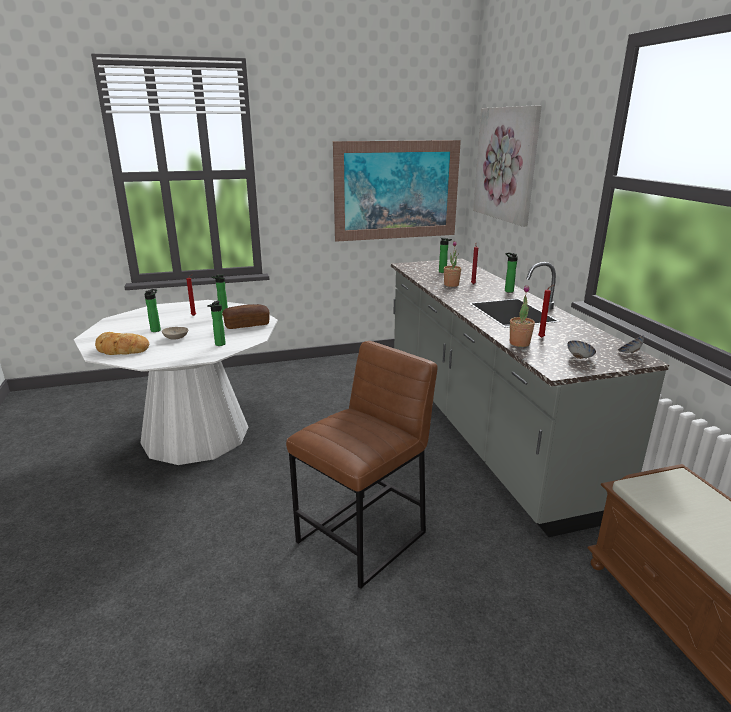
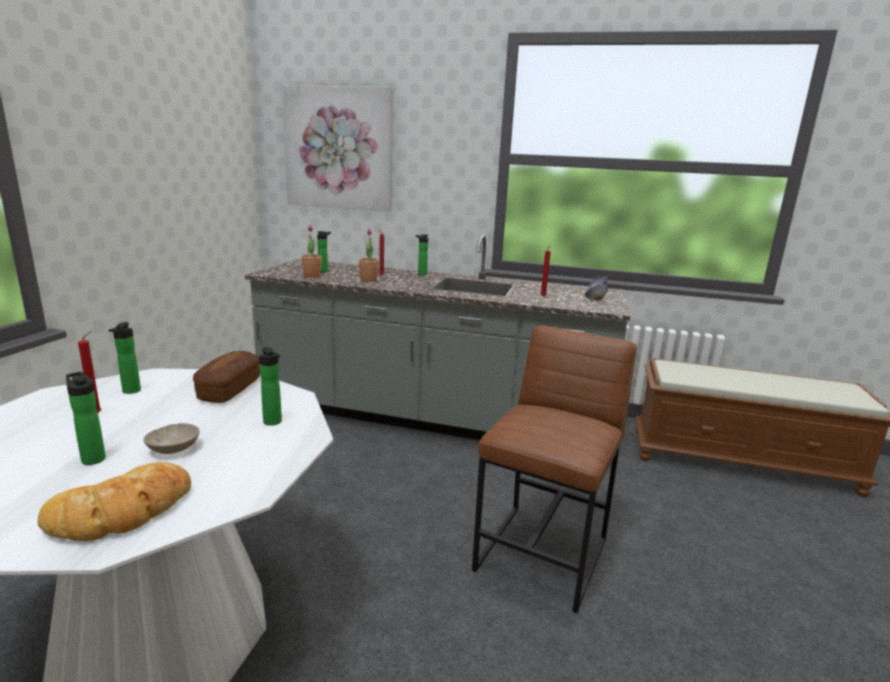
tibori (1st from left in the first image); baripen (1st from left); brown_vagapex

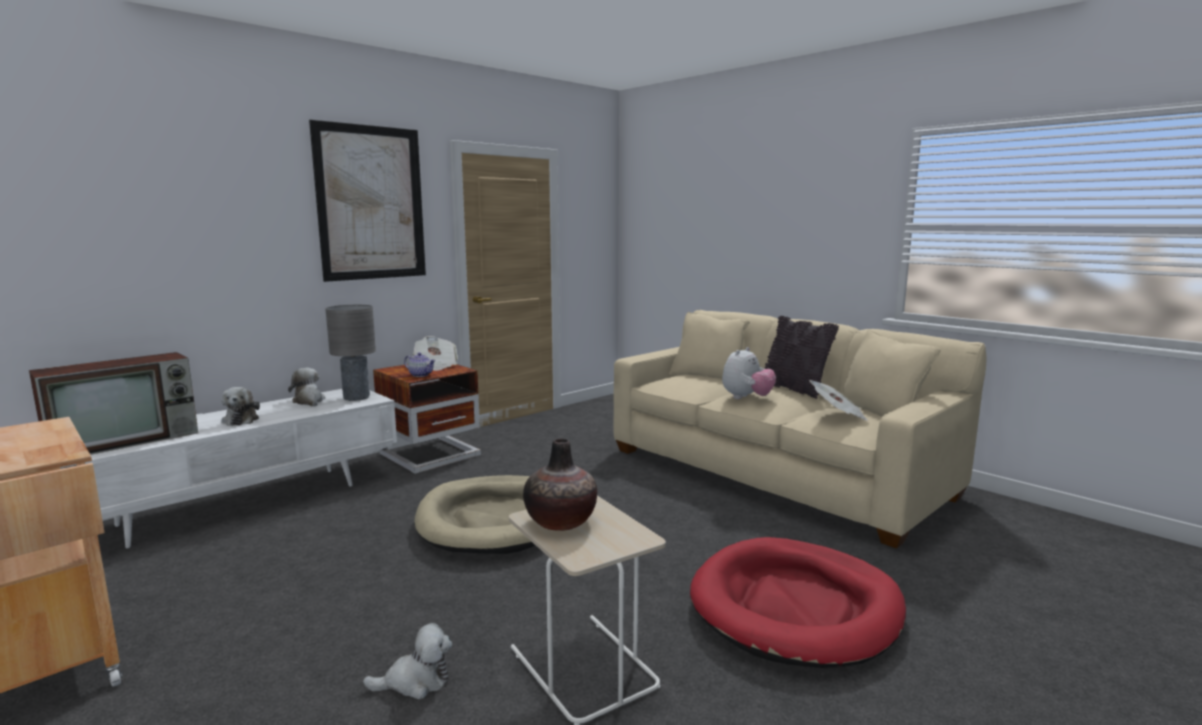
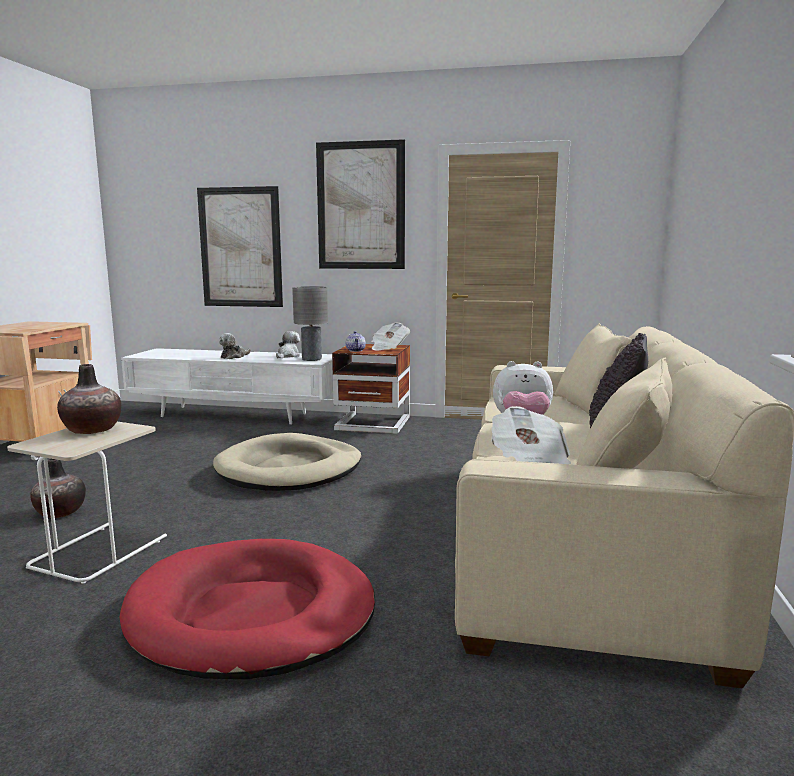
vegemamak; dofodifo (1st from left); tibori (1st from left)

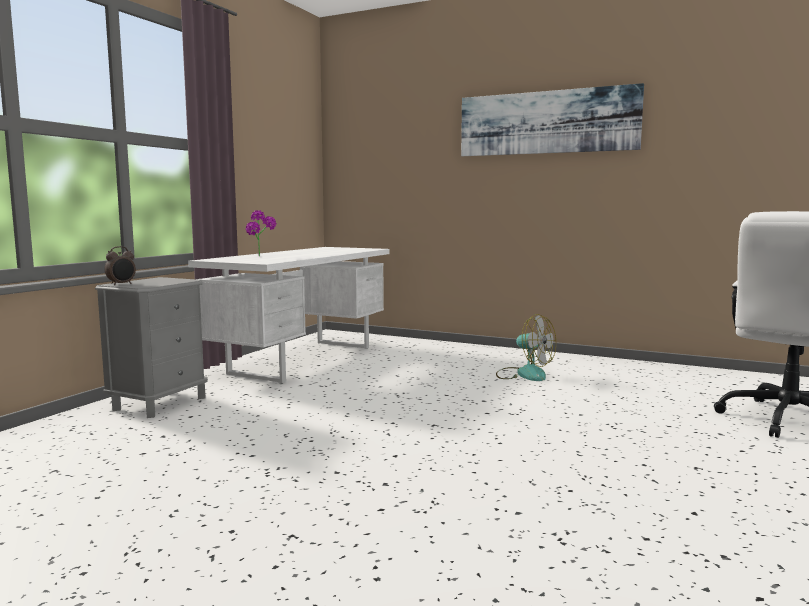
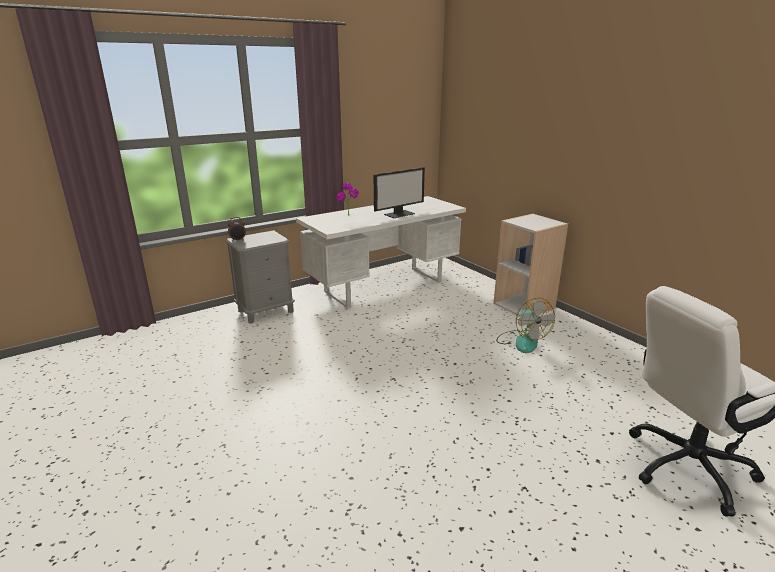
tibori; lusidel; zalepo

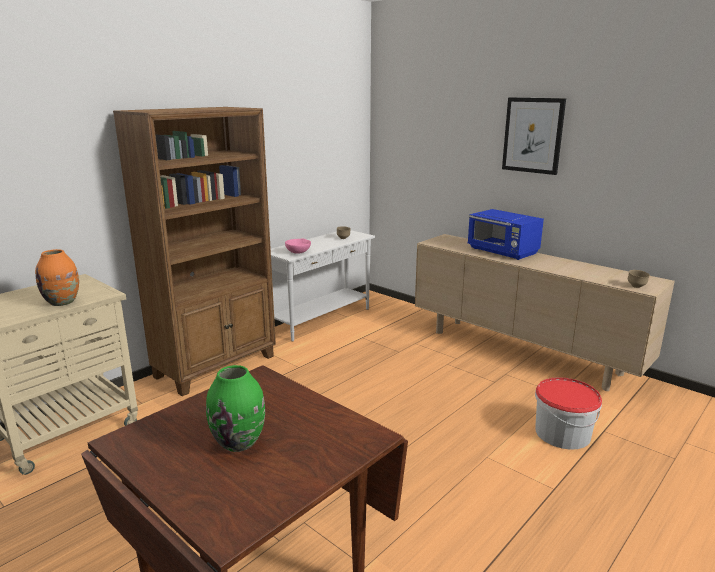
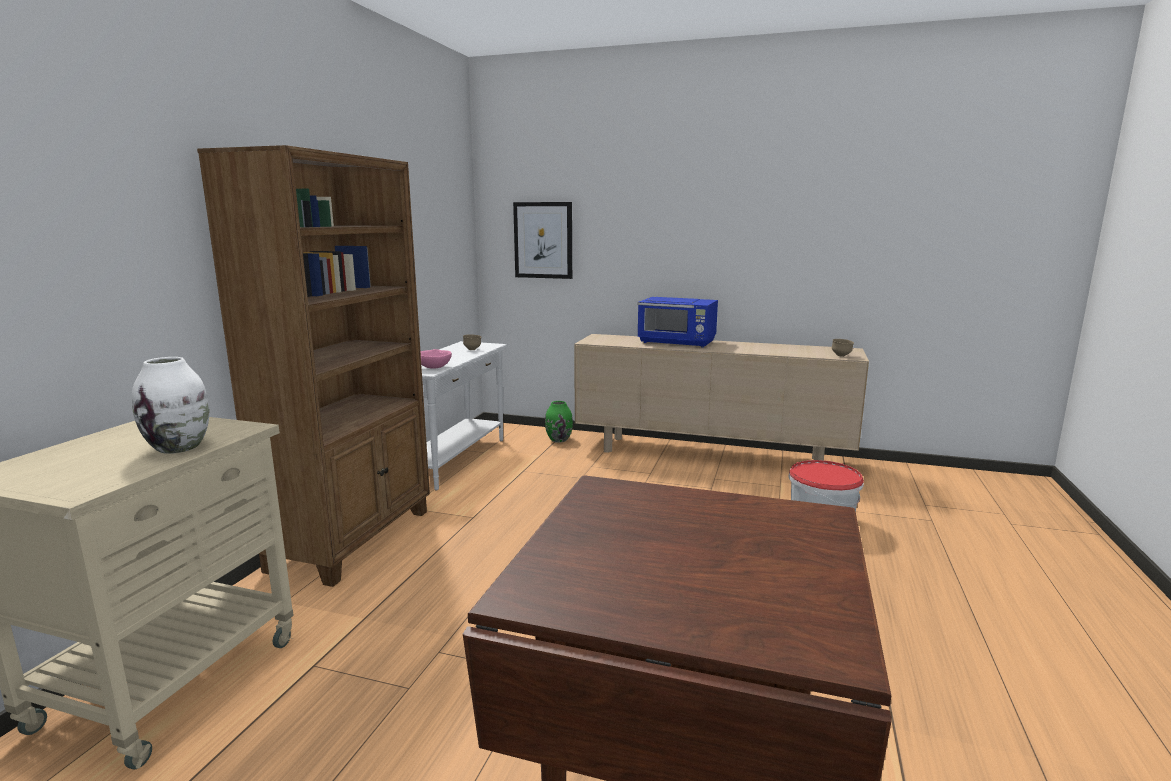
tibori; white_dofodifo; green_dofodifo

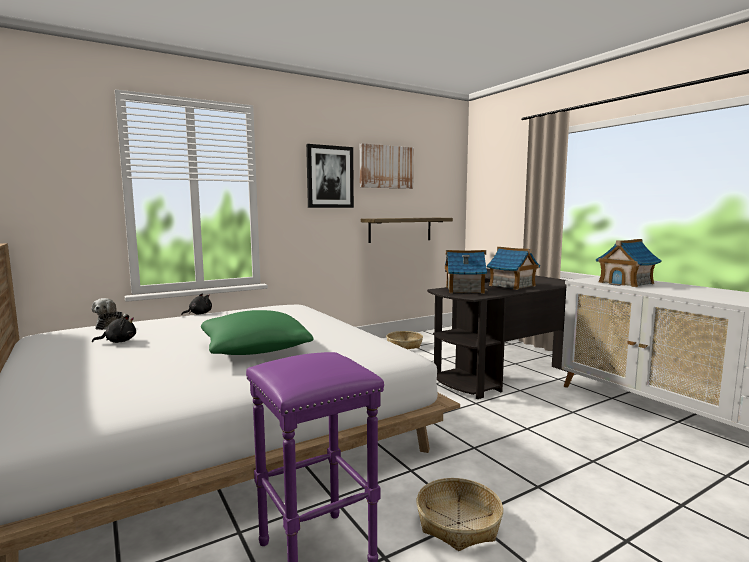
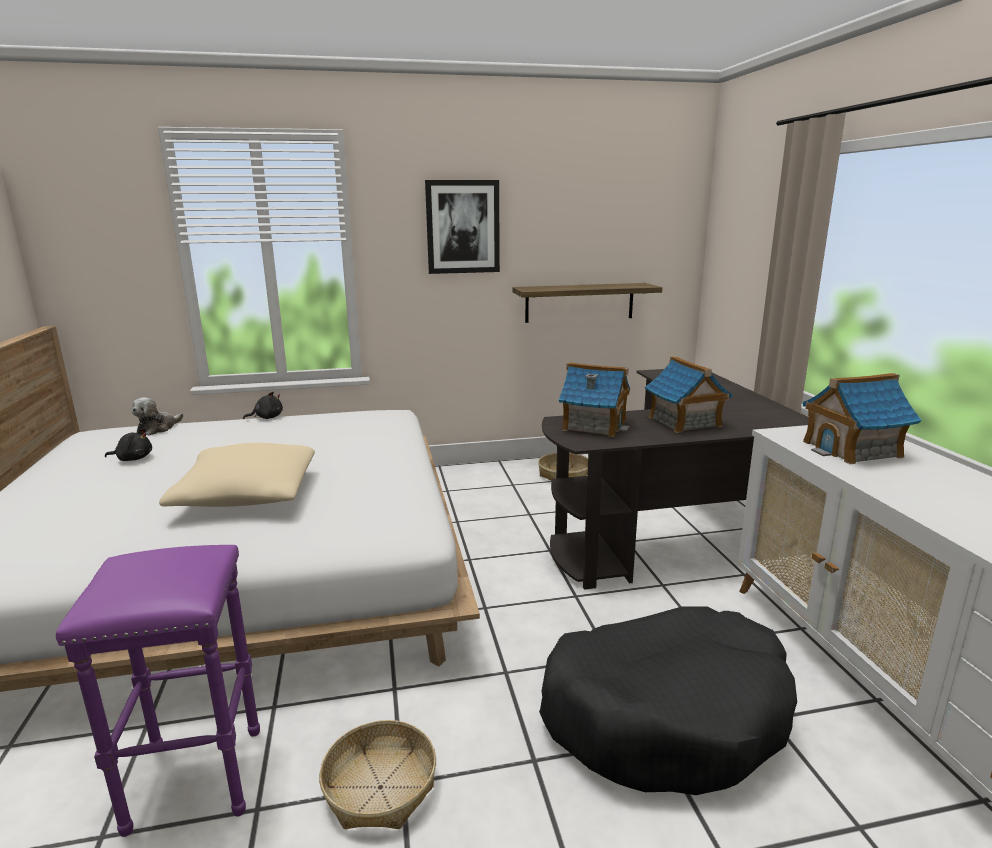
tibori (2nd from left in the first image); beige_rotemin; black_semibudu

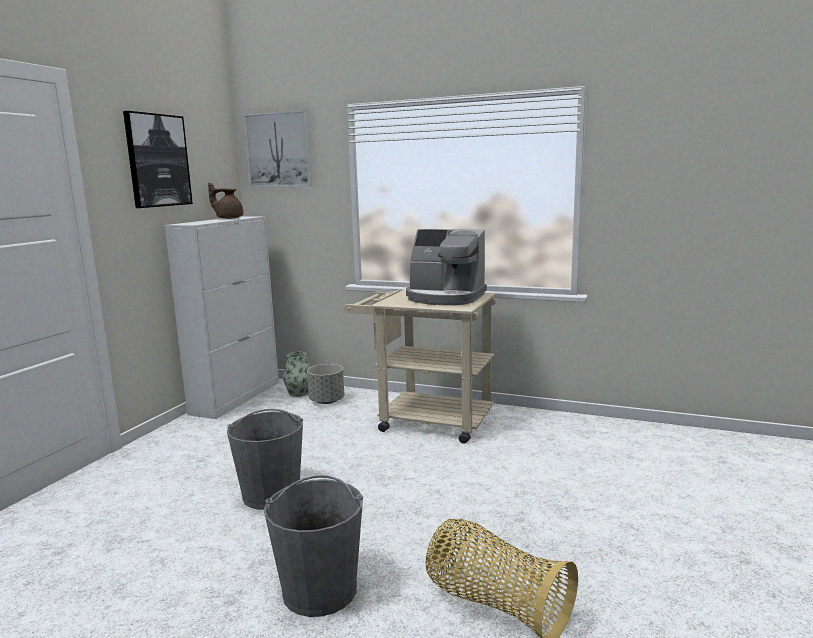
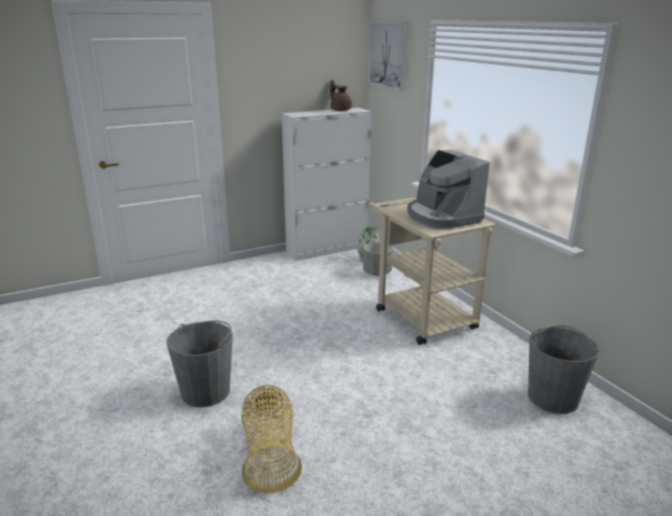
tibori (1st from left in the first image); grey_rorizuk (2nd from left)

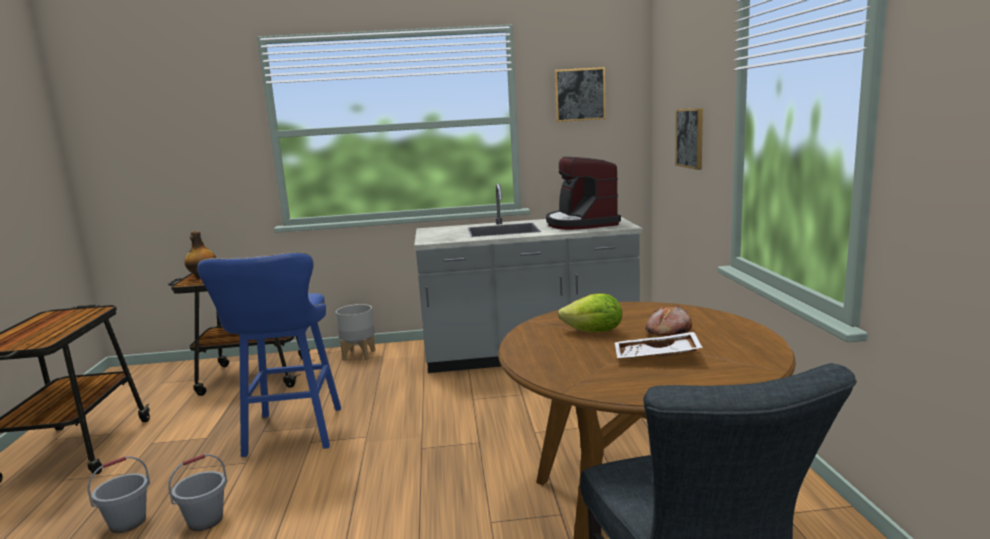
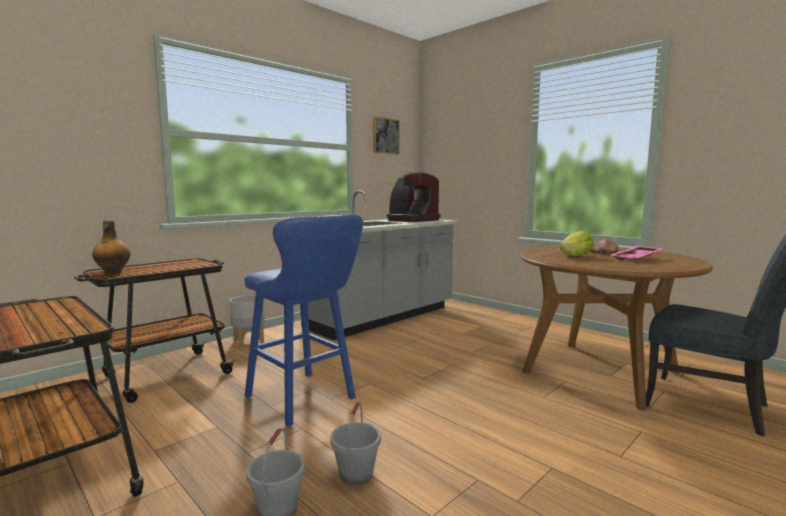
tibori (2nd from left in the first image); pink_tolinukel

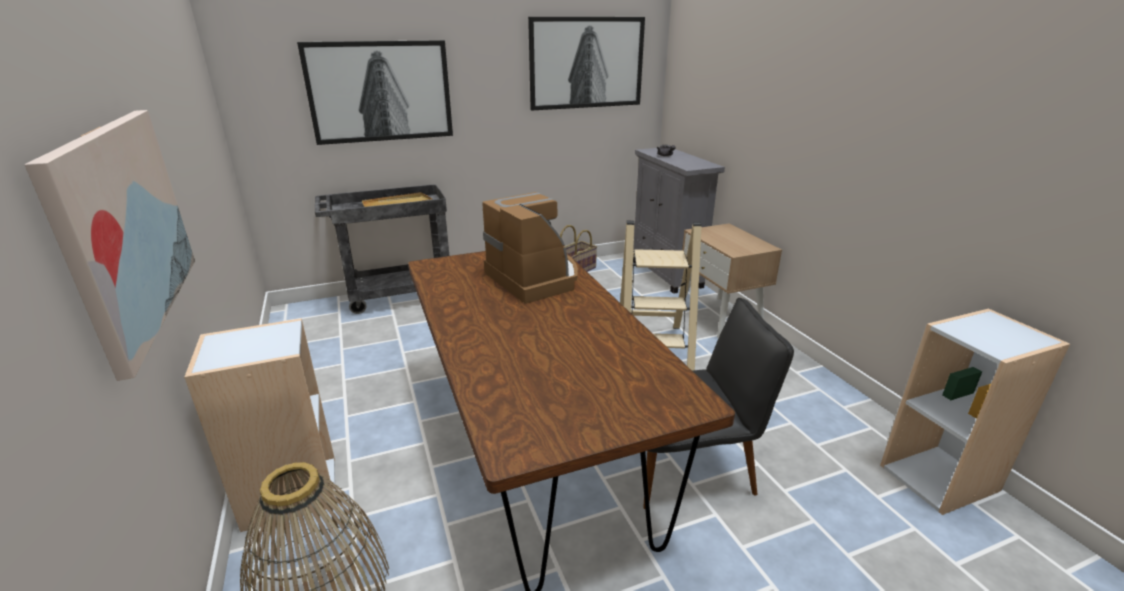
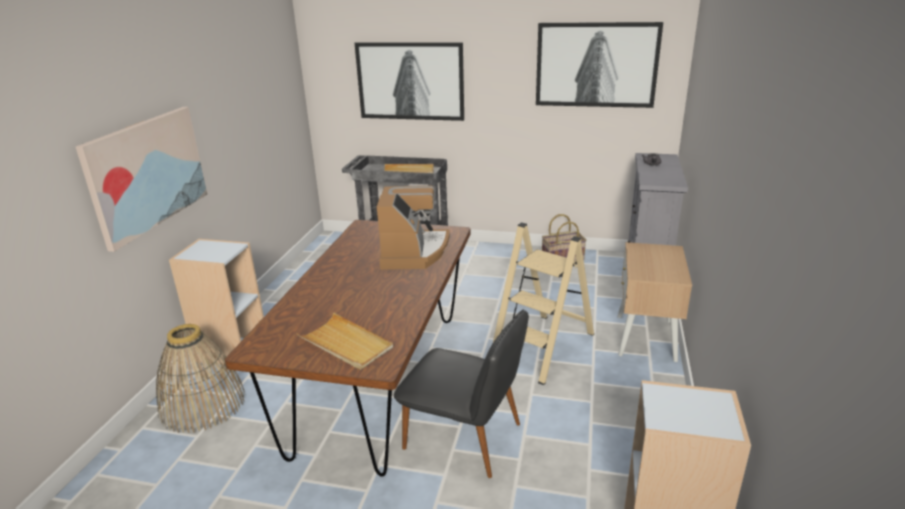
beige_tolinukel (1st from left)

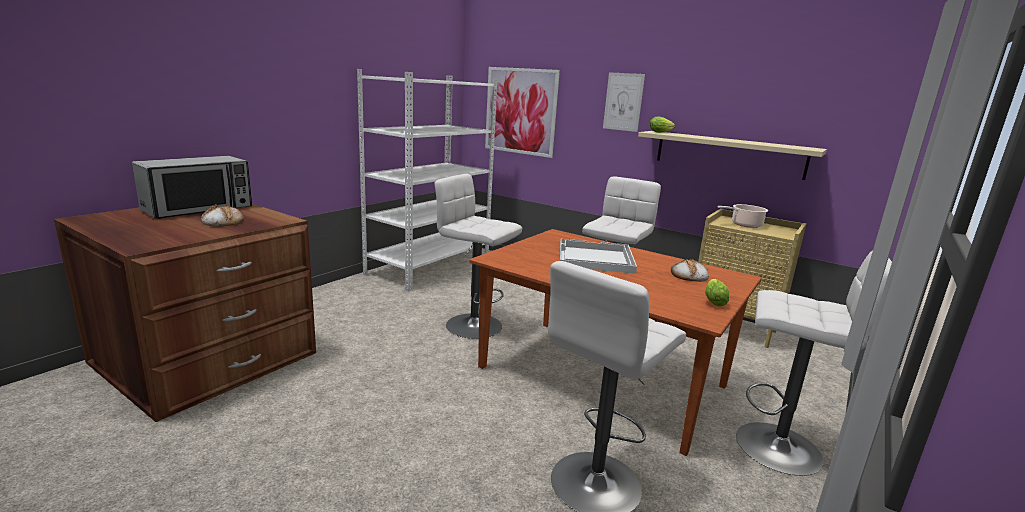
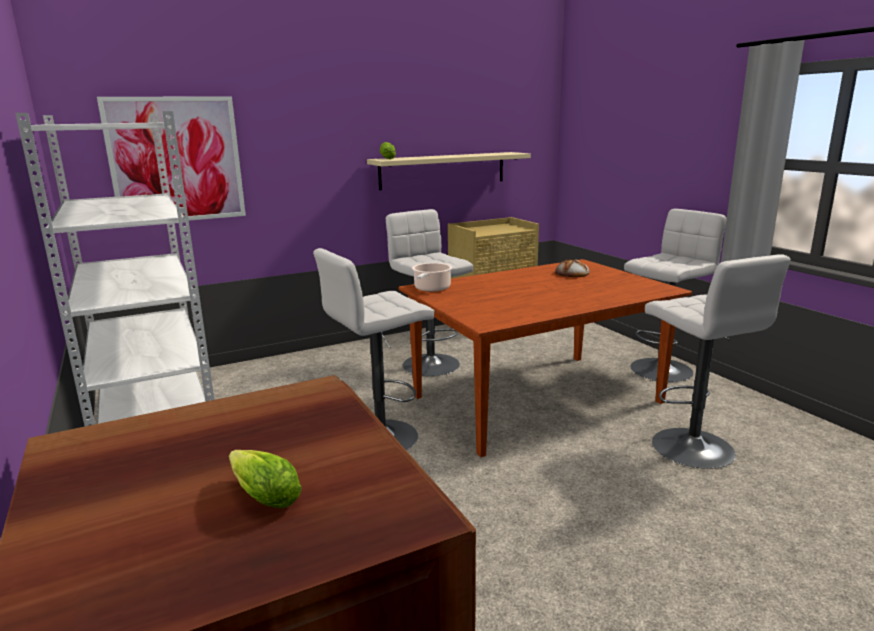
tibori (2nd from left in the first image); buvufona; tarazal (1st from left in the first image); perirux; white_tolinukel; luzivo (1st from left)

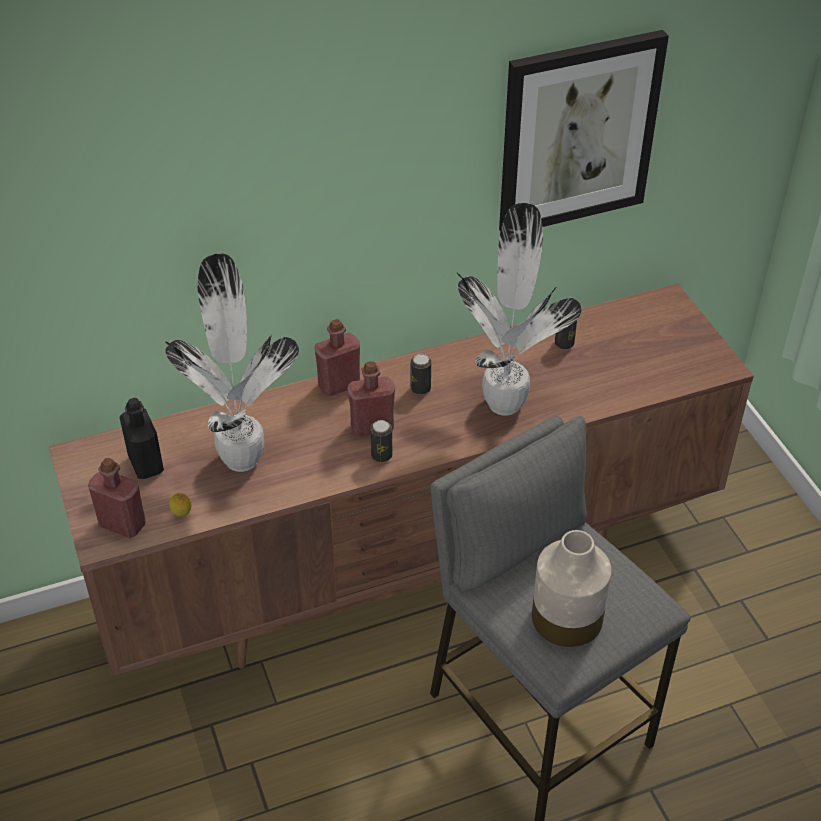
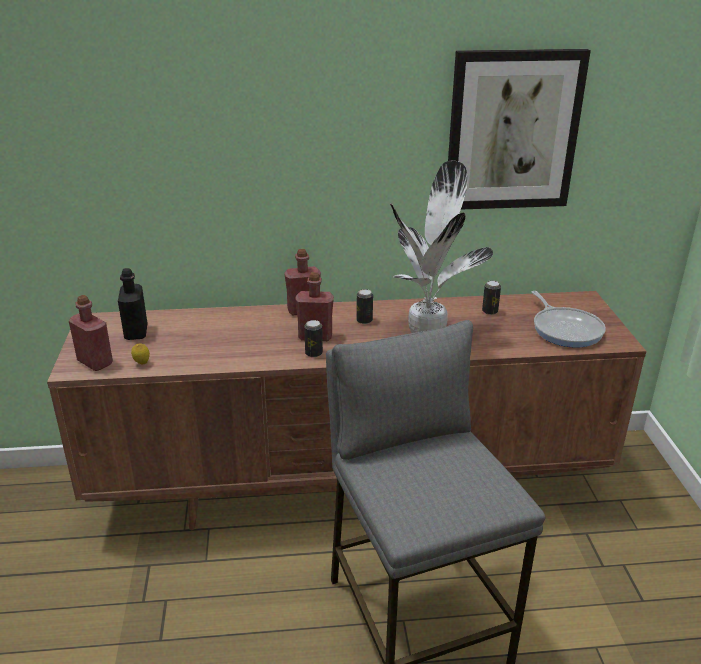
baripen (1st from left in the first image); beige_dofodifo; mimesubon

